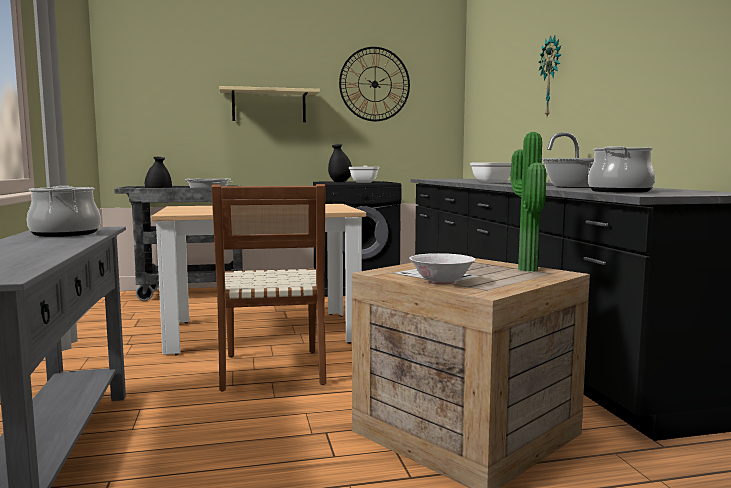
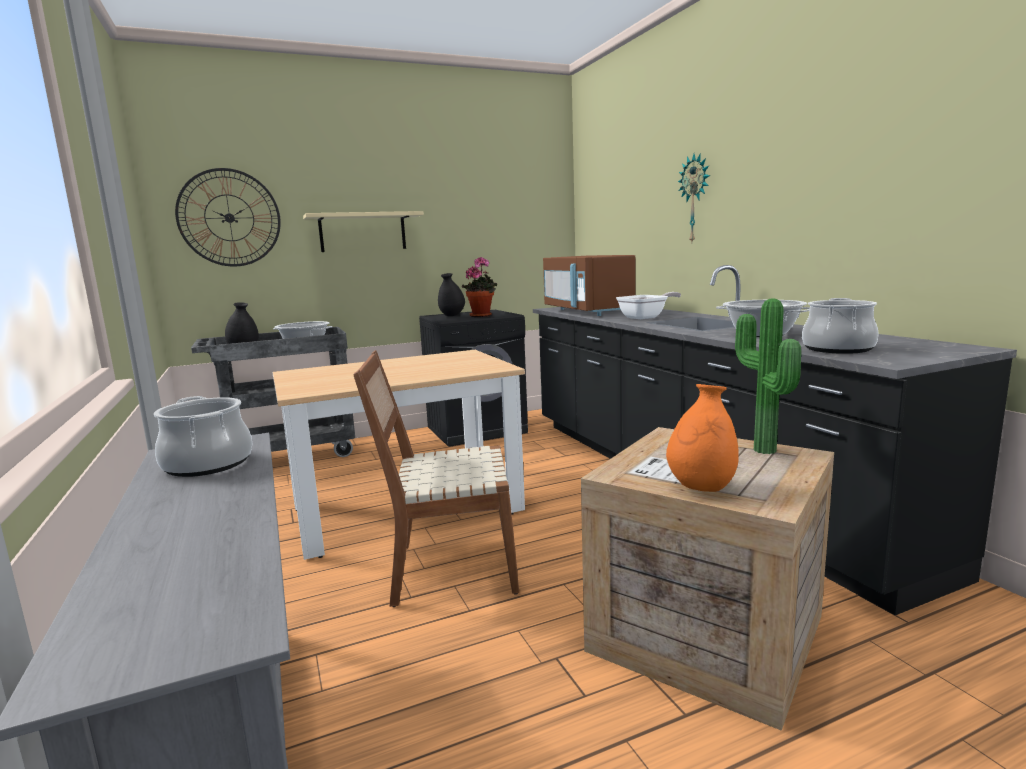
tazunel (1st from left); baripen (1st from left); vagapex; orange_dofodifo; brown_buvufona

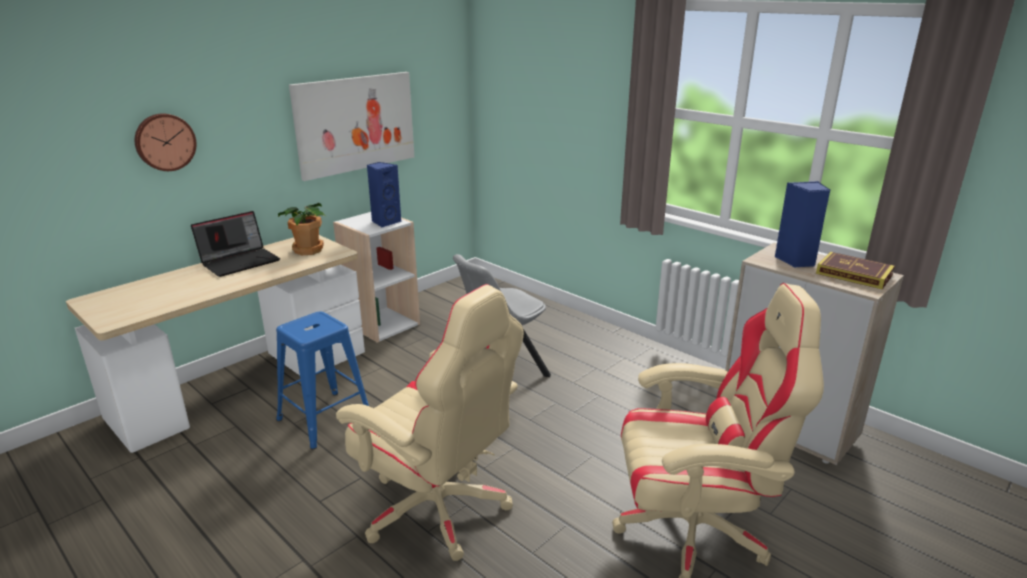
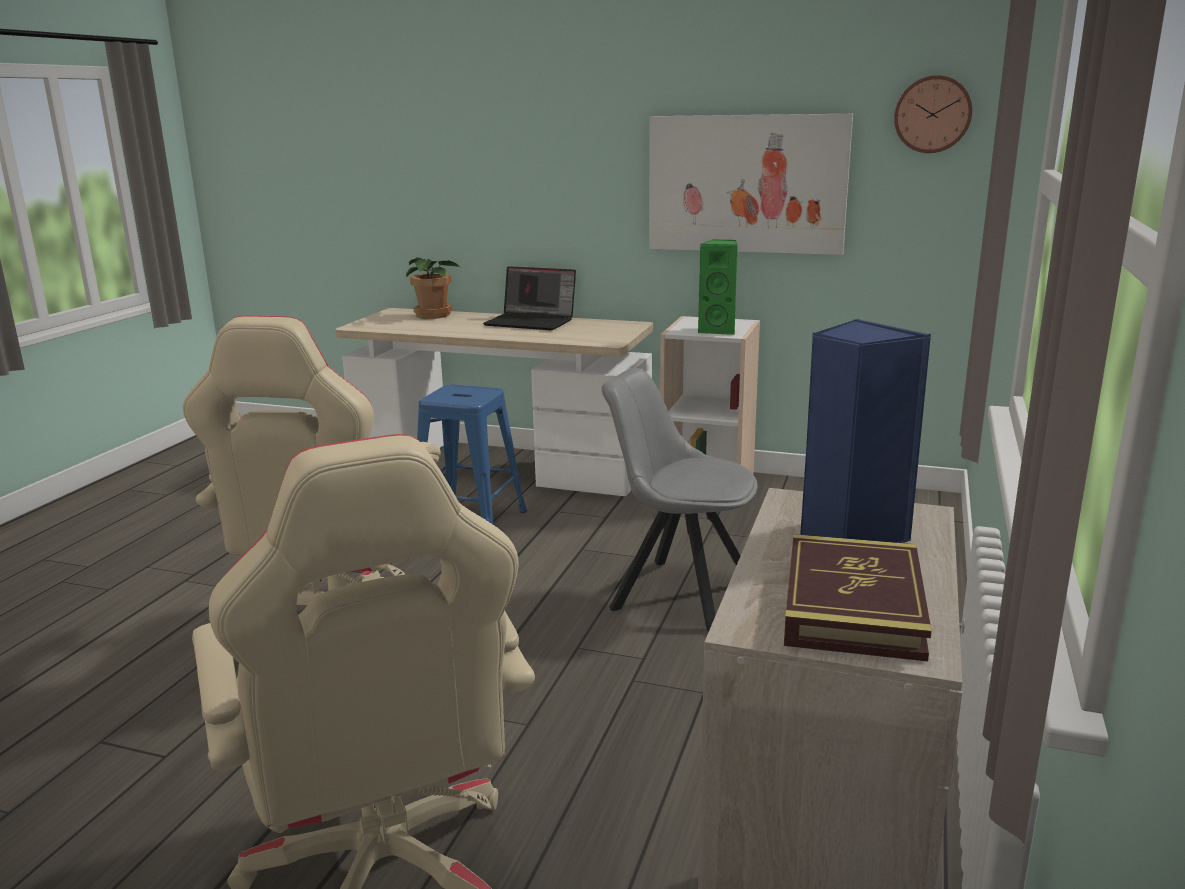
tazunel; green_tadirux; baripen

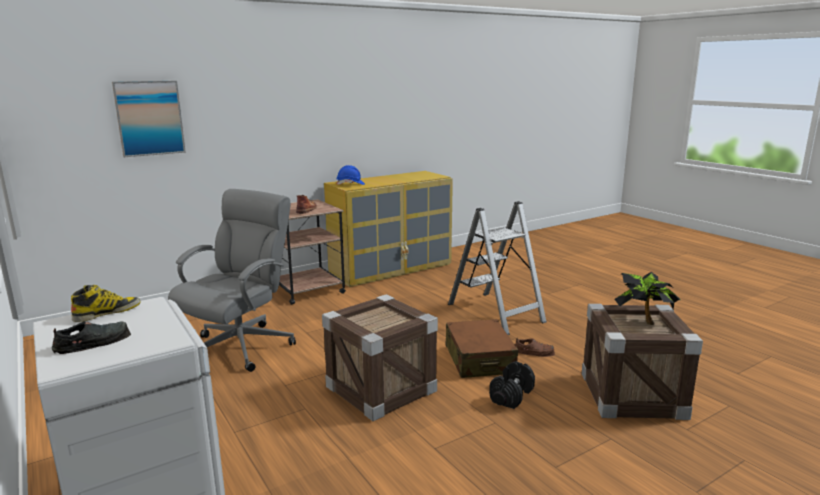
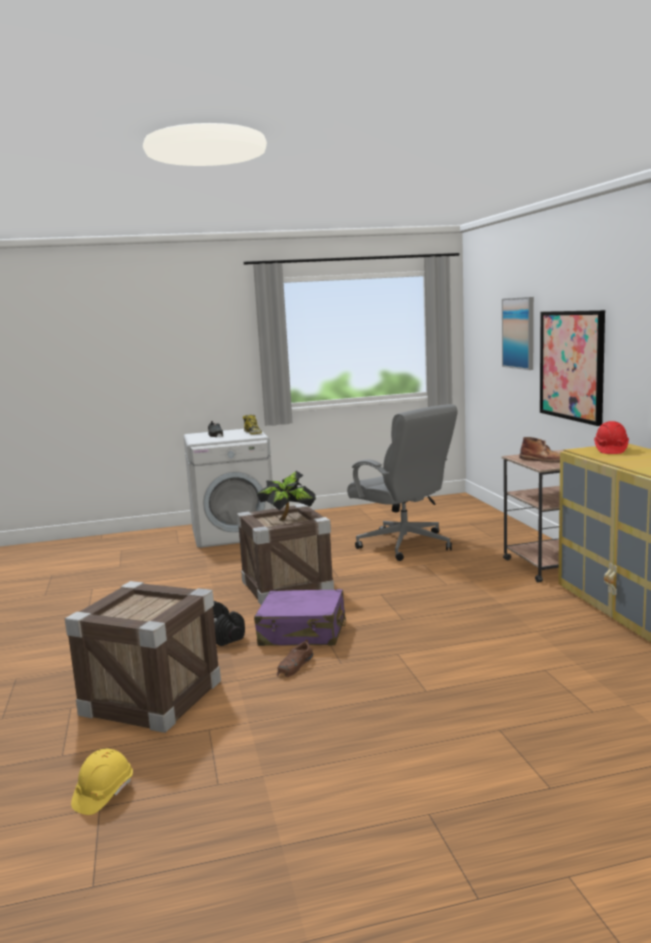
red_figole; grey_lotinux; baripen; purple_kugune; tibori (2nd from left); yellow_figole

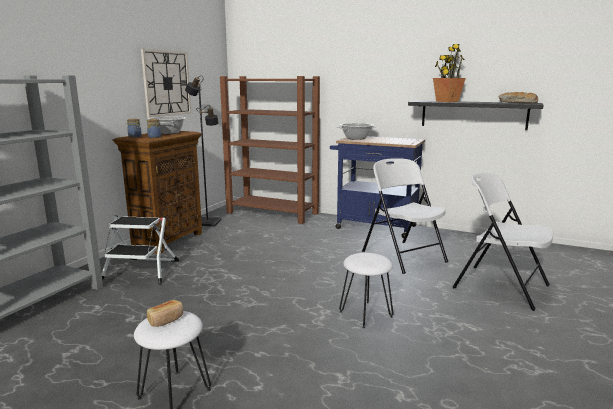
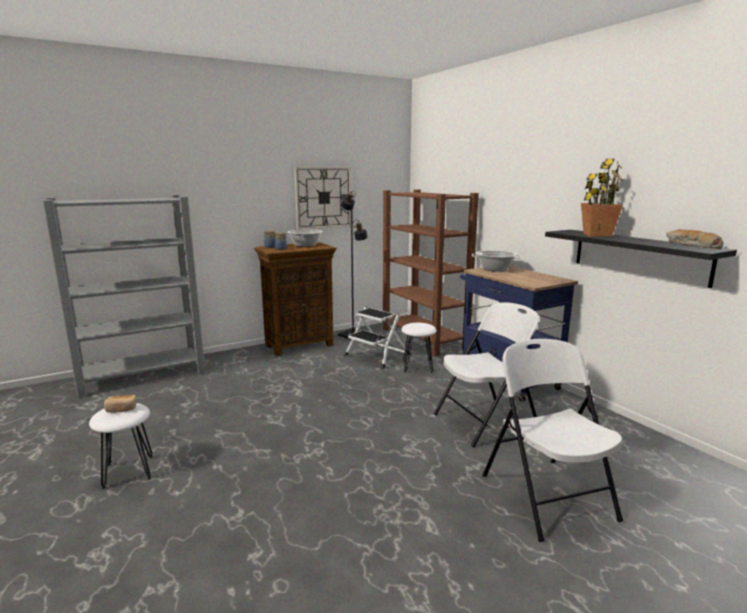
white_vagapex (1st from left); lotinux; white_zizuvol (2nd from left)

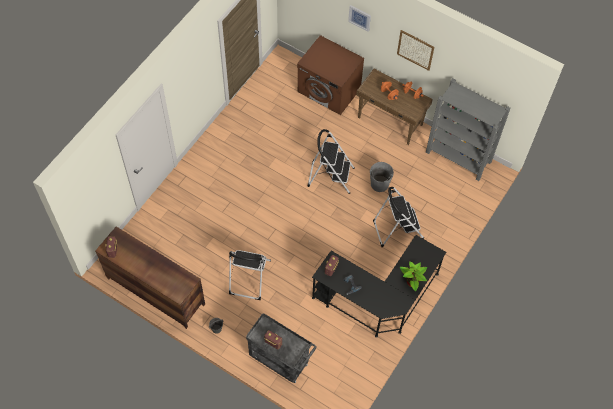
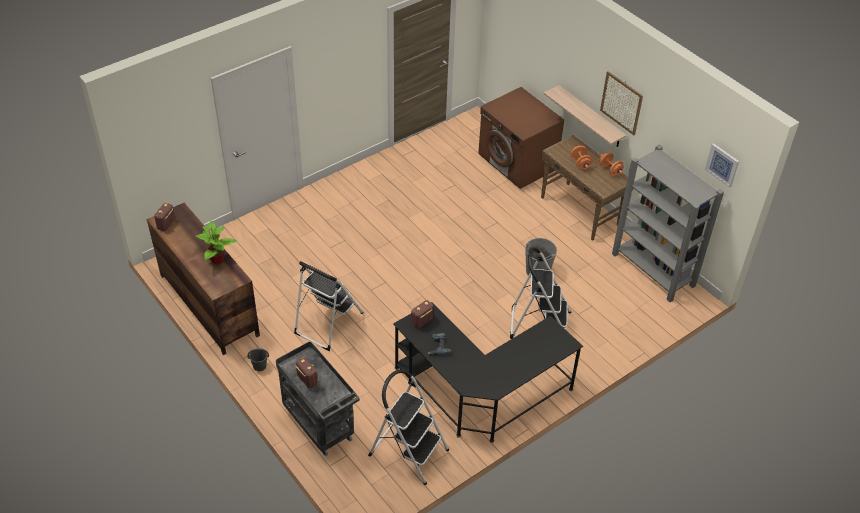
tibori (2nd from left); lotinux (2nd from left); baripen; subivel

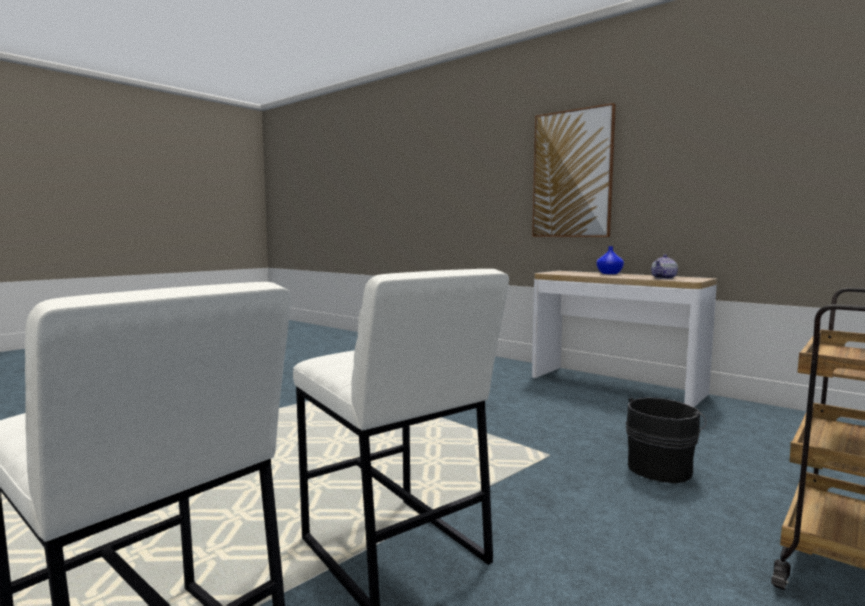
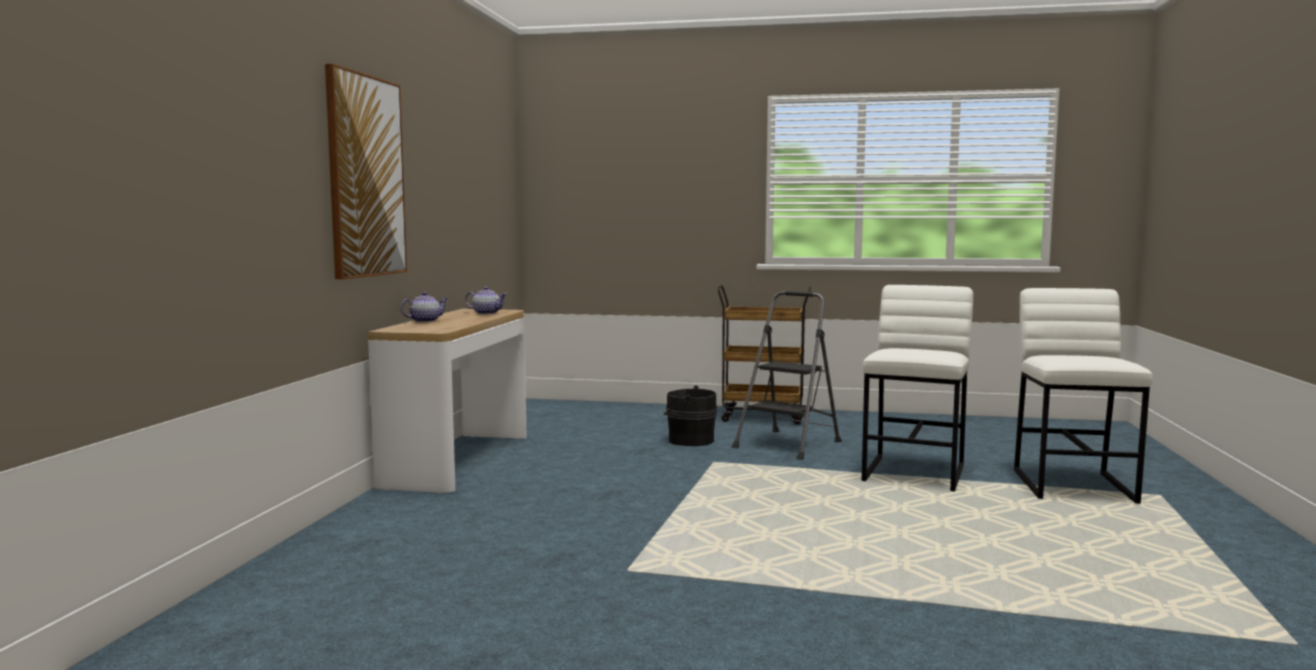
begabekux (1st from left); black_lotinux

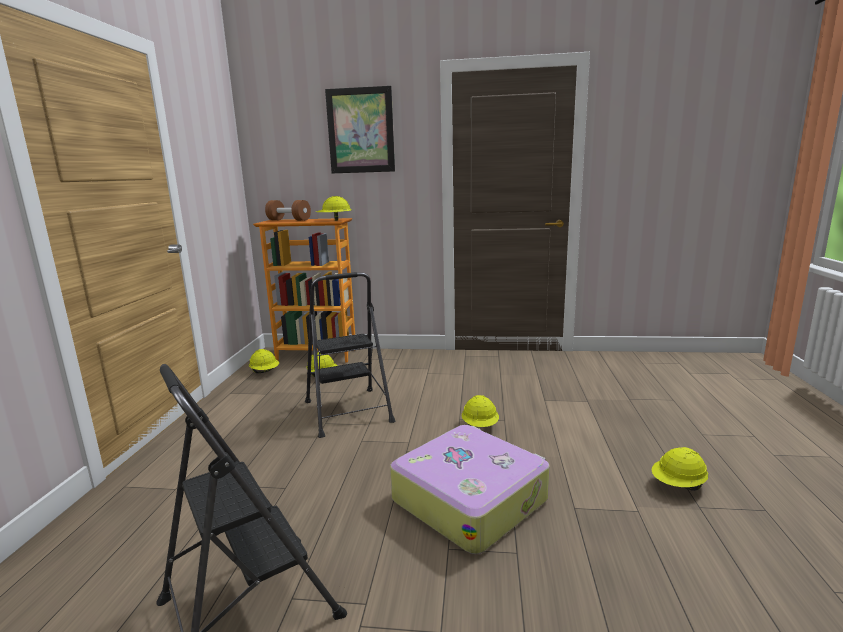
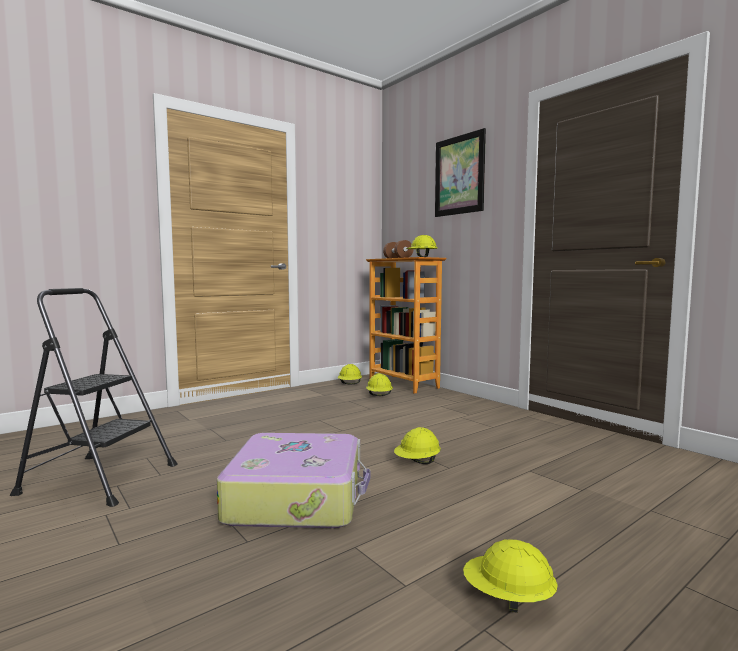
black_lotinux (2nd from left in the first image)

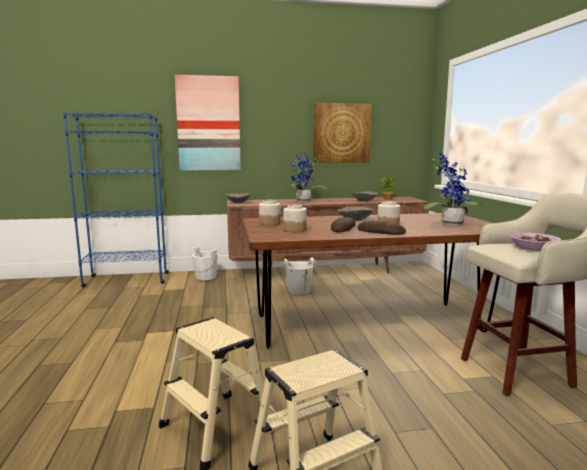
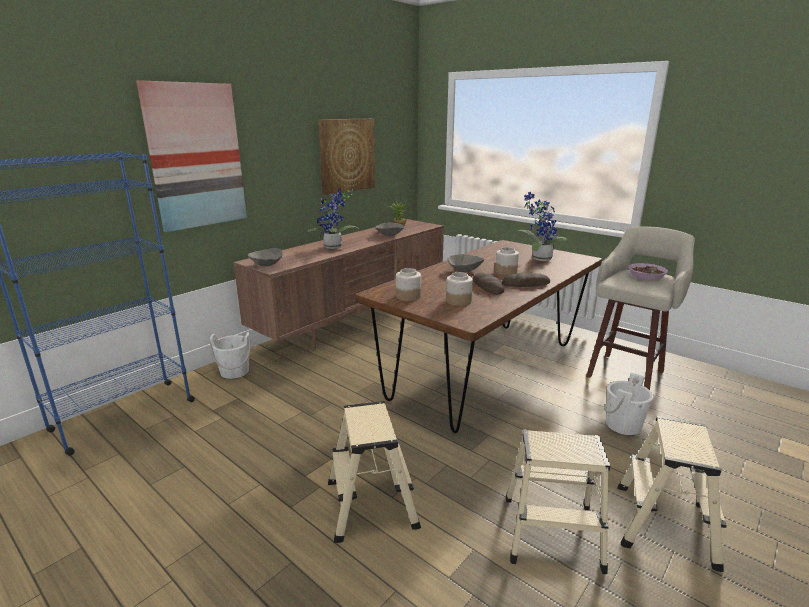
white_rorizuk (2nd from left); beige_lotinux (1st from left)

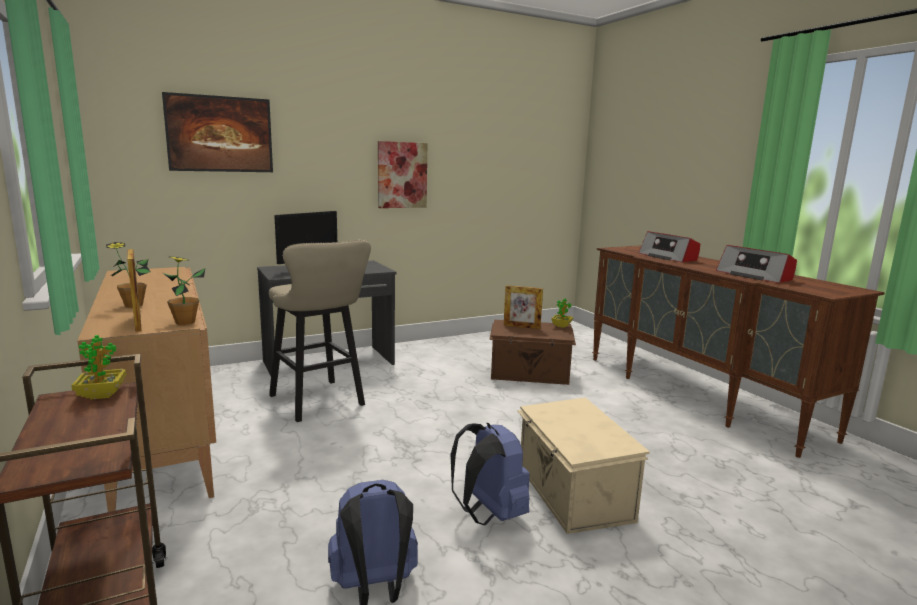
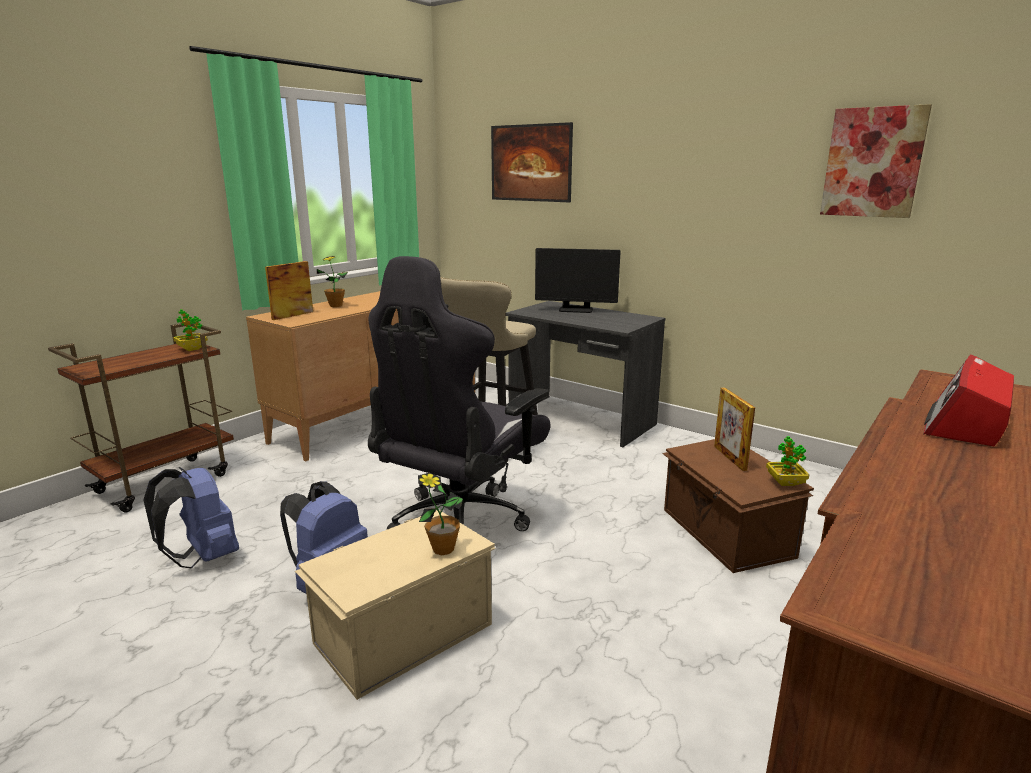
tibori (2nd from left); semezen (2nd from left in the first image); baripen (3rd from left); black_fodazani

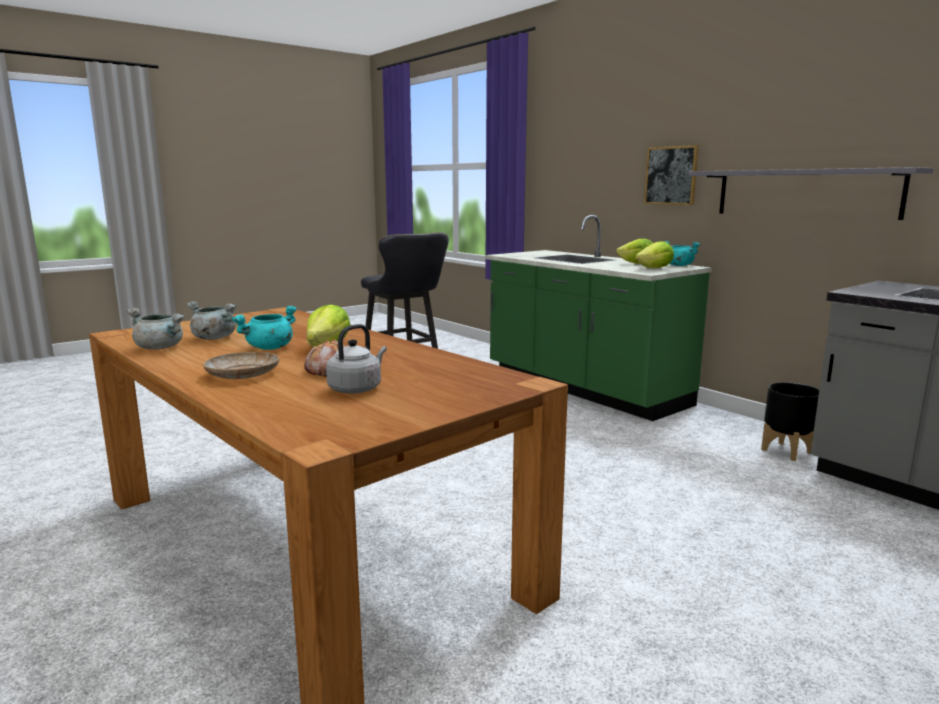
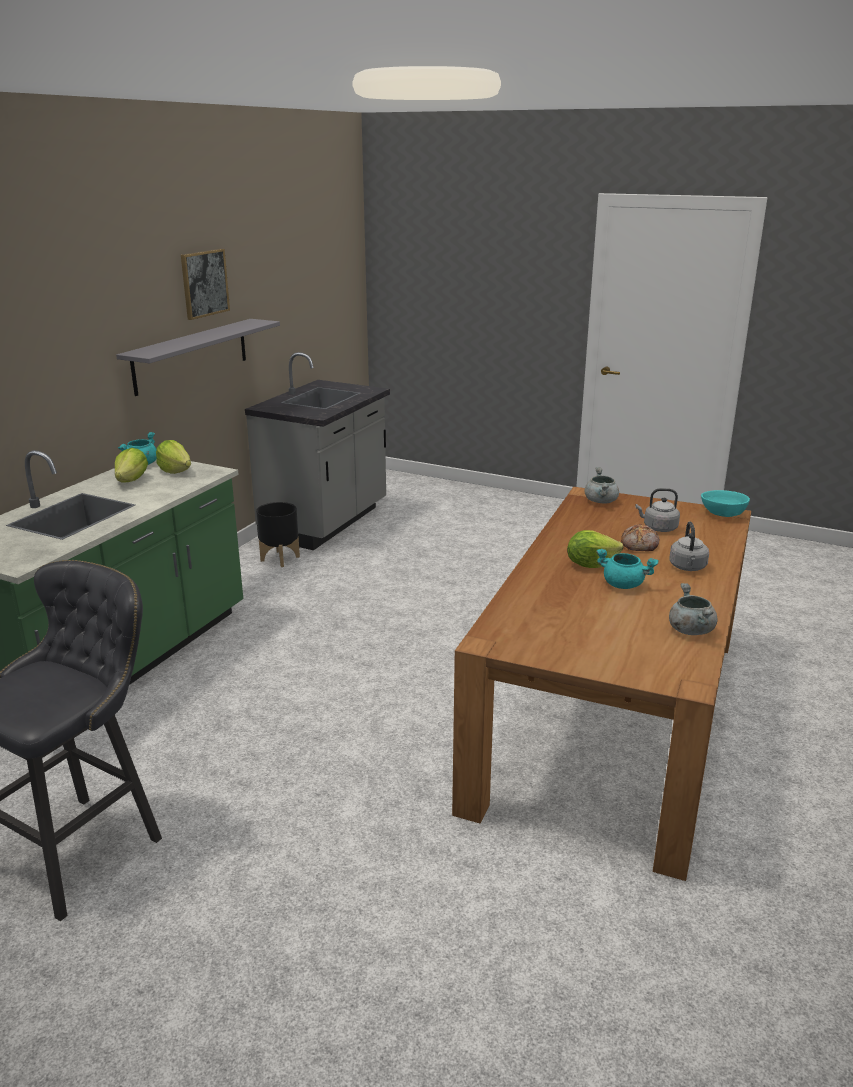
tibori; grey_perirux (1st from left); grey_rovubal (2nd from left); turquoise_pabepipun

